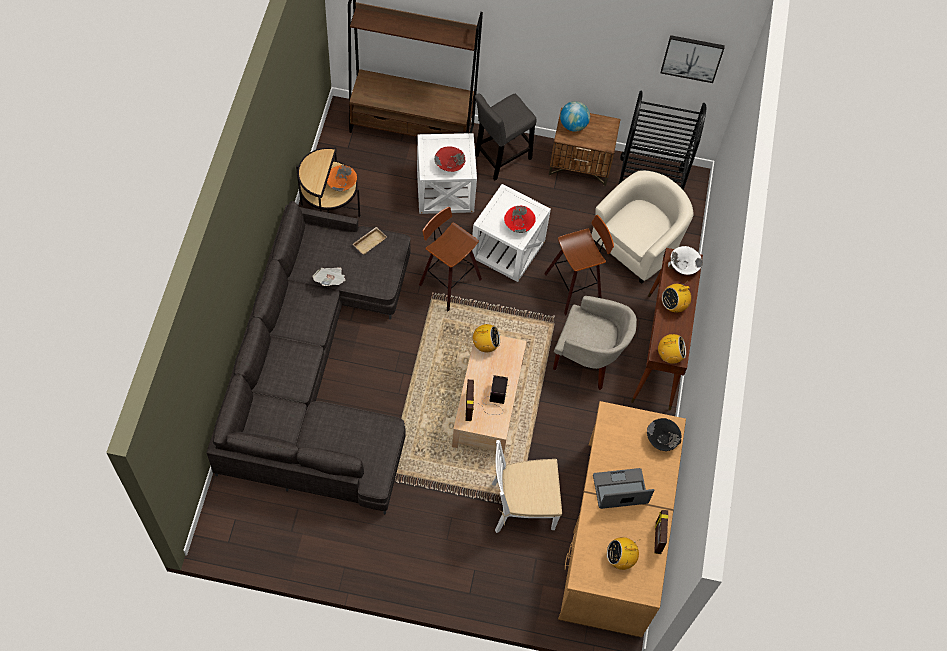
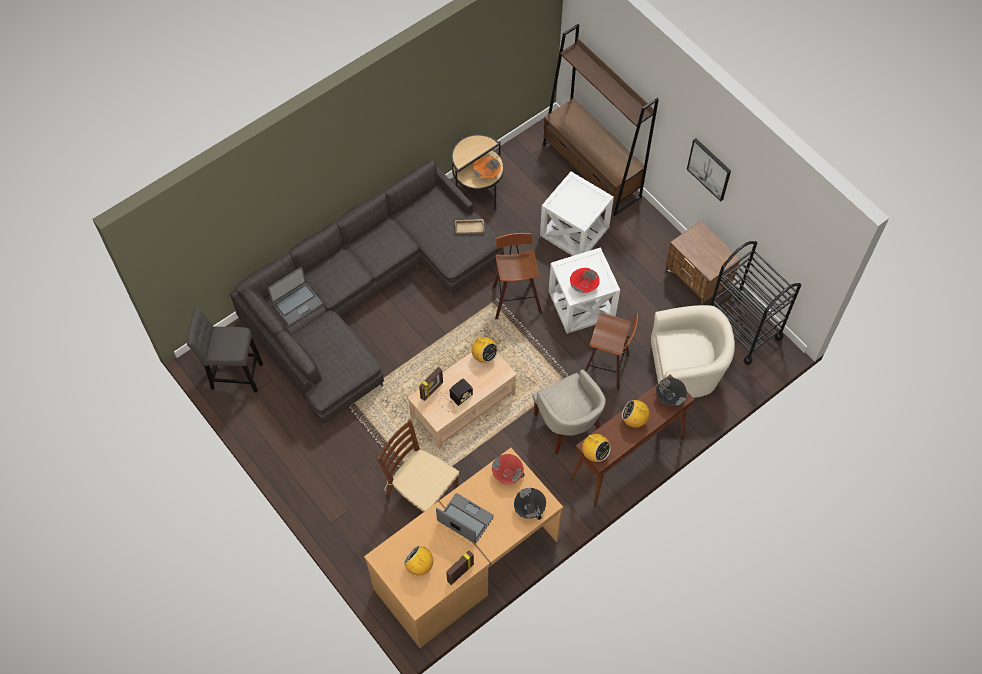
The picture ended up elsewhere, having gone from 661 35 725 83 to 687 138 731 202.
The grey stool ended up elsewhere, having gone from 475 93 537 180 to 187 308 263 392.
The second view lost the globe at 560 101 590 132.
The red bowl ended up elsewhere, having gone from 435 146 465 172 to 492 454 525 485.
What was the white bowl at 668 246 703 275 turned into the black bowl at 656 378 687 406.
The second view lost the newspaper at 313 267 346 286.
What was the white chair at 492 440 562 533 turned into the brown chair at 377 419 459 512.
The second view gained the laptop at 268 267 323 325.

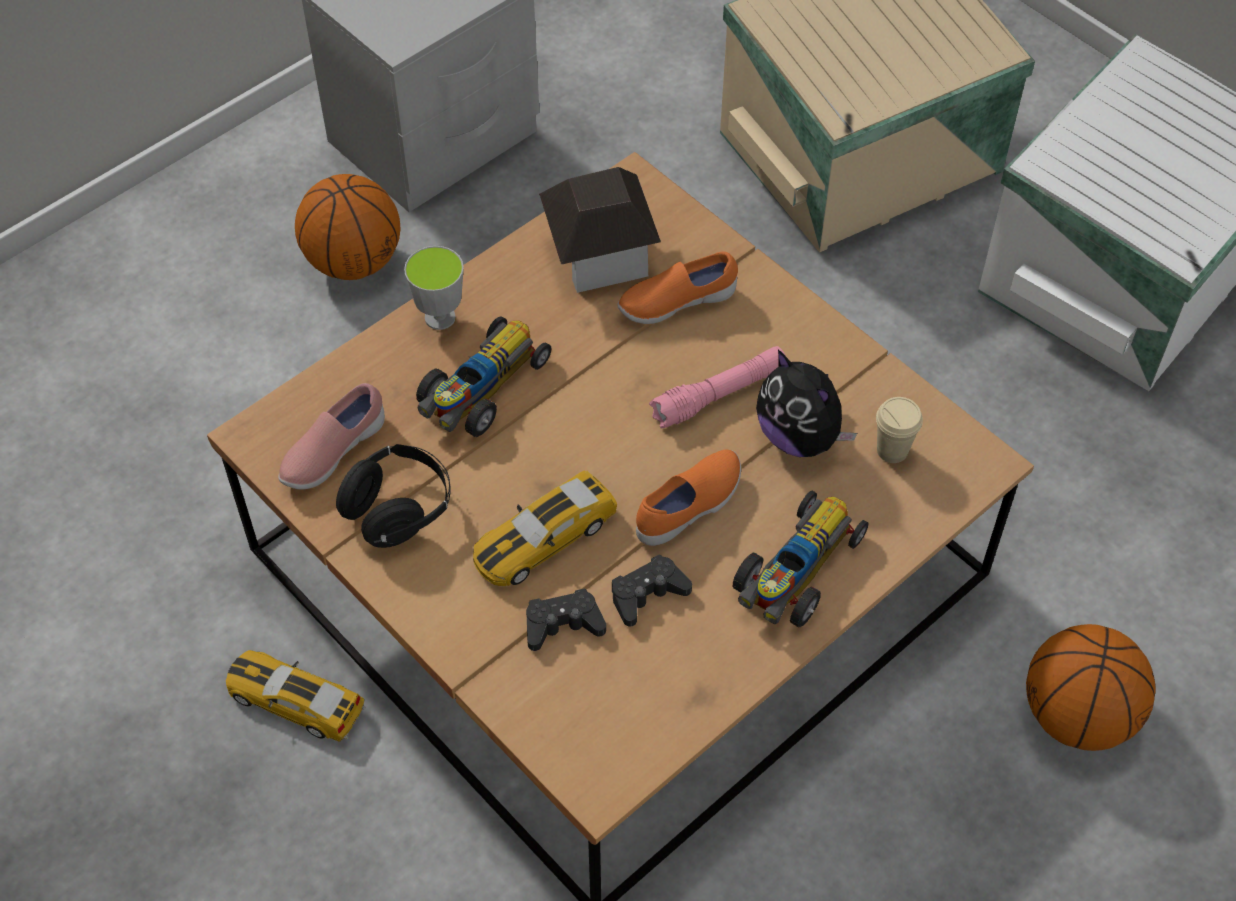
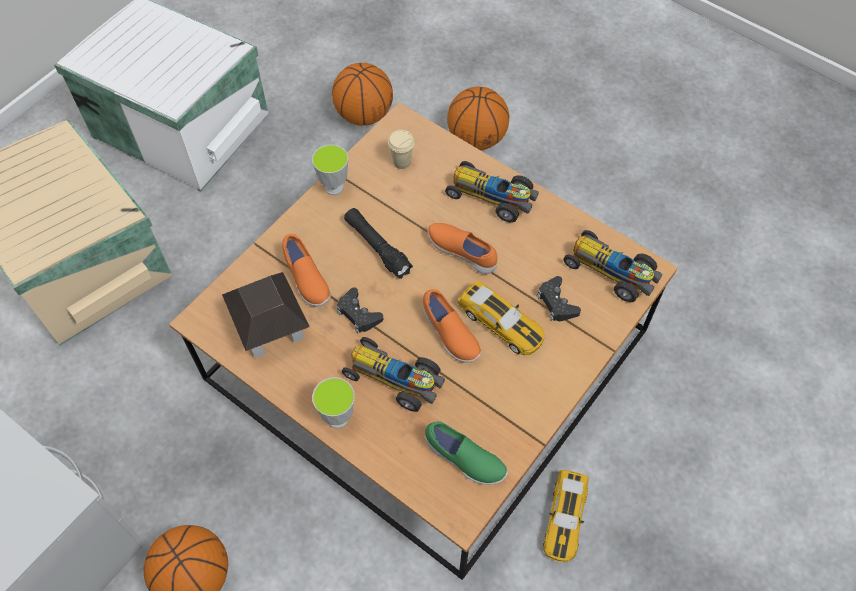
What was the pink flashlight at 649 346 786 429 turned into the black flashlight at 344 208 413 279.
The second view lost the plush toy at 756 350 857 457.
What was the pink shoe at 278 383 385 490 turned into the green shoe at 425 421 508 485.
The second view lost the black headphones at 336 444 451 548.
The black game controller ended up elsewhere, having gone from 612 554 692 626 to 337 287 383 333.
The second view gained the basketball at 332 63 393 126.
The second view gained the cup at 312 144 348 195.
The second view gained the toy car at 563 230 662 302.
The second view gained the orange shoe at 423 289 481 363.

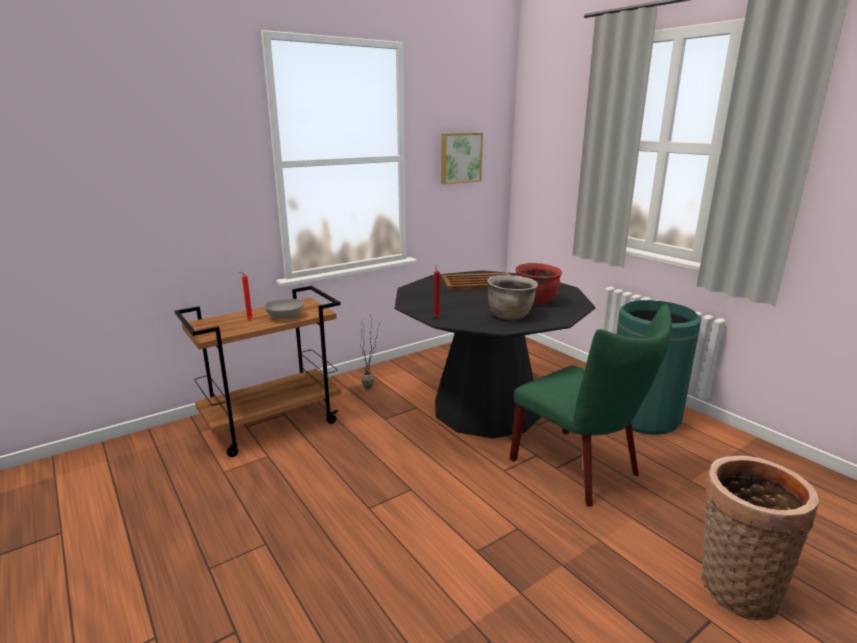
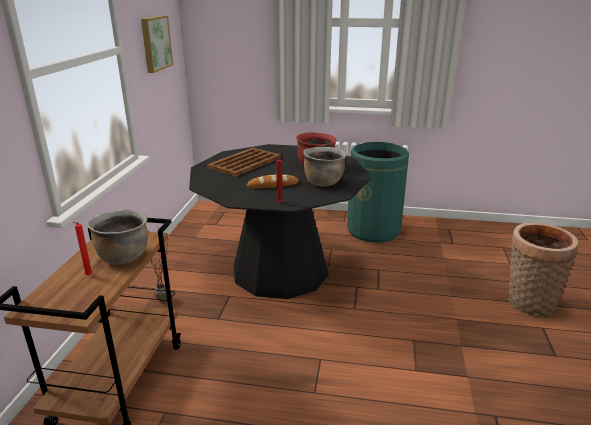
Where the grey bowl stood at 264 299 304 319, the brown cooking pot came to stand at 87 209 148 264.
The second view lost the green chair at 510 304 672 507.
The second view gained the bread at 247 174 299 188.

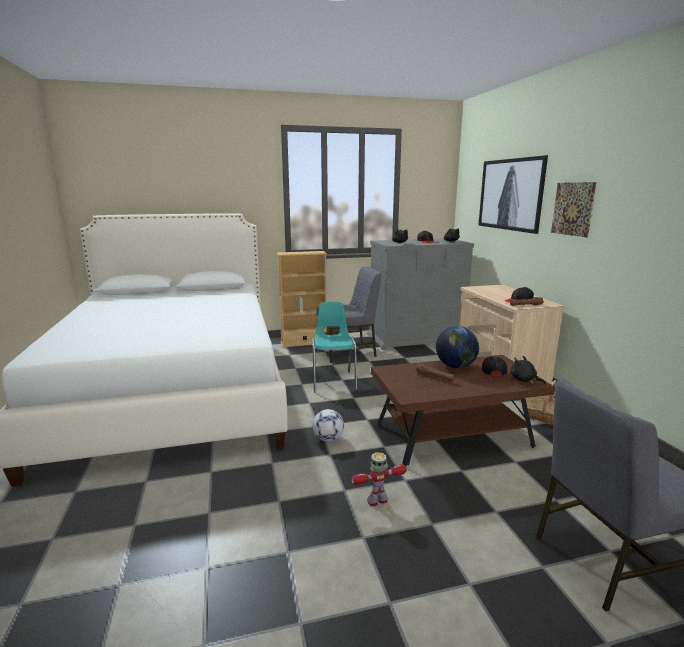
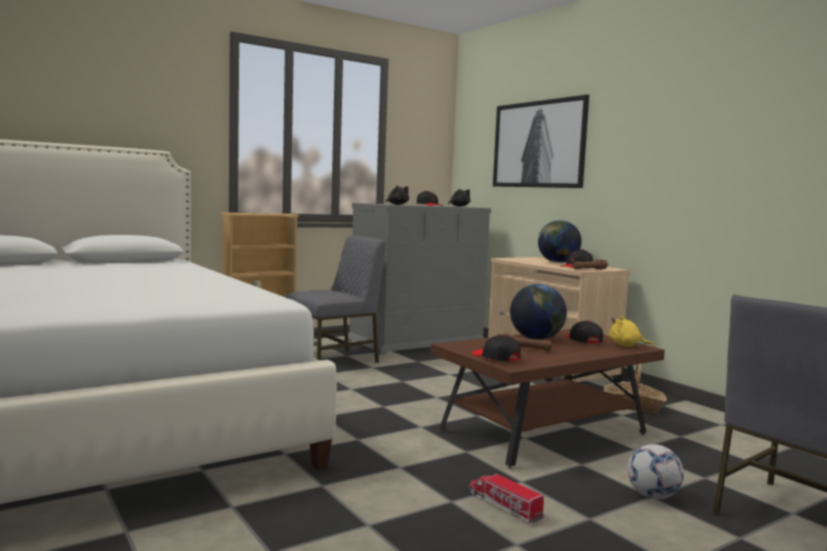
The second view lost the picture at 551 182 597 237.
The second view lost the turquoise chair at 312 302 358 393.
What was the black plush toy at 511 356 546 384 turned into the yellow plush toy at 609 316 655 348.
The football ended up elsewhere, having gone from 312 409 344 442 to 627 444 684 499.
Where the toy robot stood at 352 453 407 506, the toy truck came to stand at 469 473 544 523.
The second view gained the globe at 538 220 582 263.
The second view gained the black cap at 472 335 521 362.

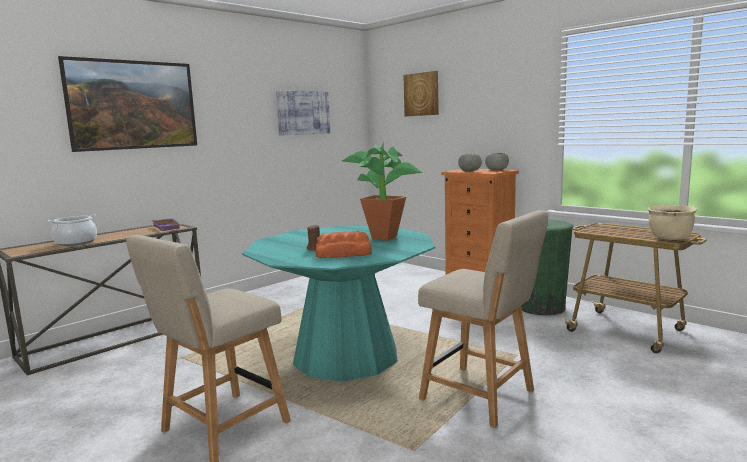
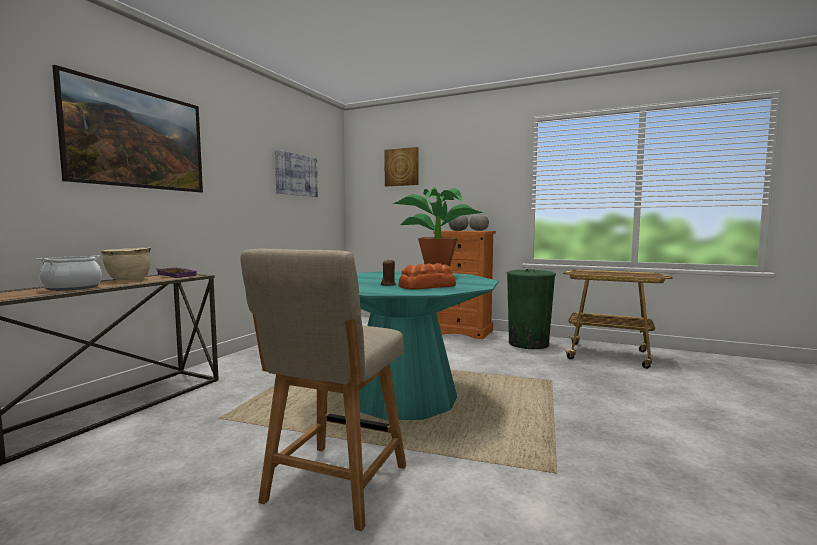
The beige cooking pot ended up elsewhere, having gone from 648 205 697 240 to 101 247 151 280.
The second view lost the beige chair at 418 210 549 428.

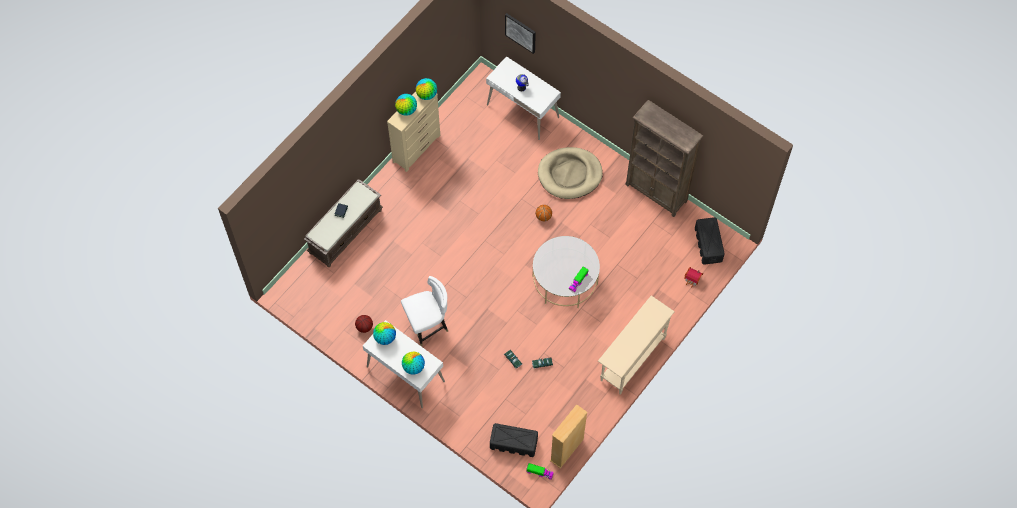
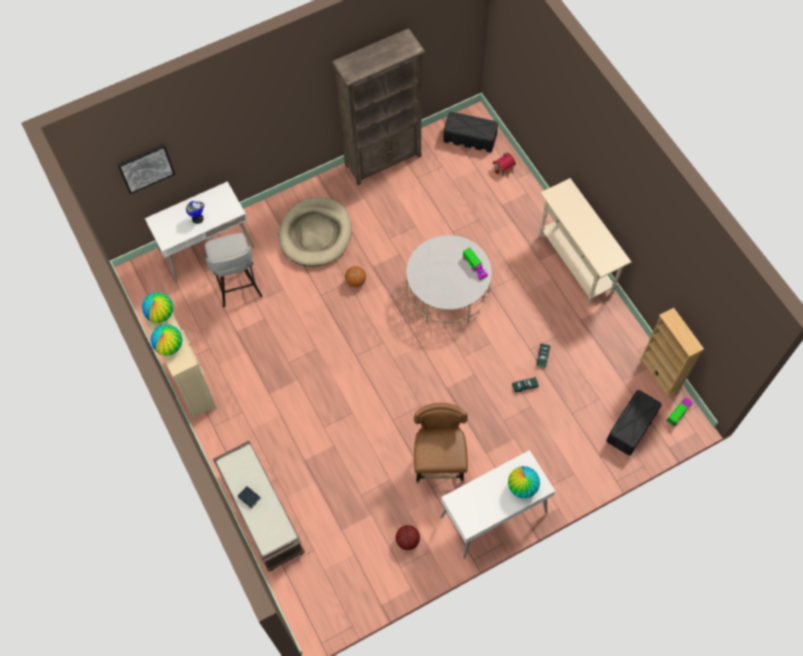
What was the white chair at 401 276 448 346 turned into the brown chair at 414 403 468 483.
The second view lost the globe at 373 322 396 345.
The second view gained the grey stool at 205 233 262 307.

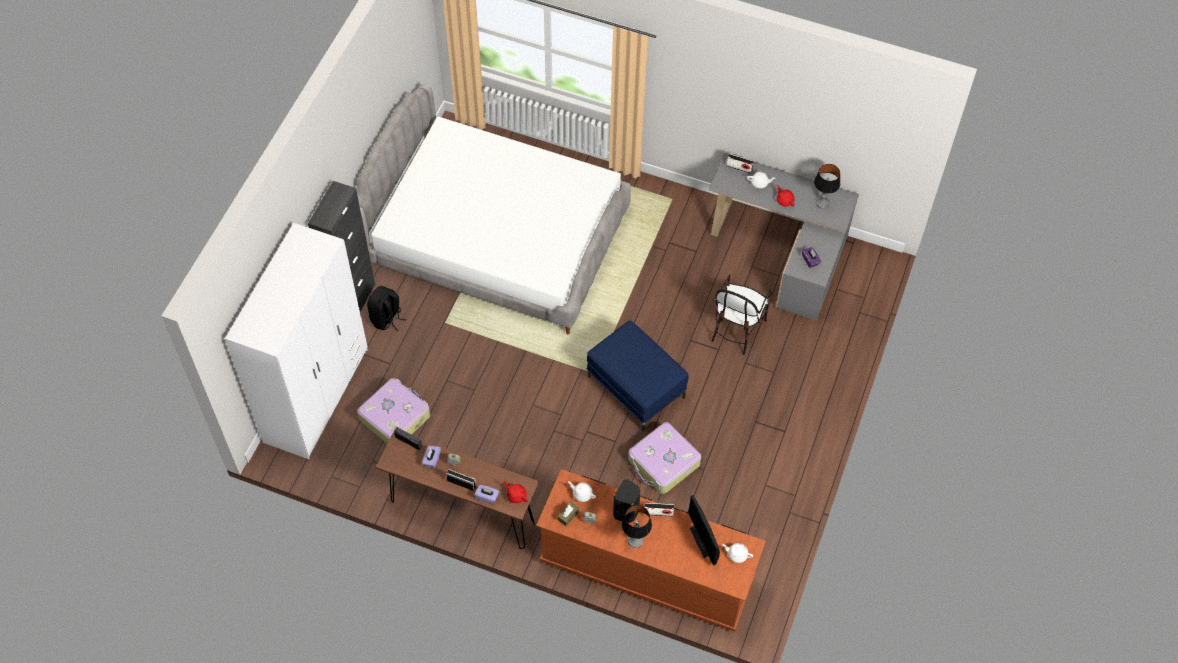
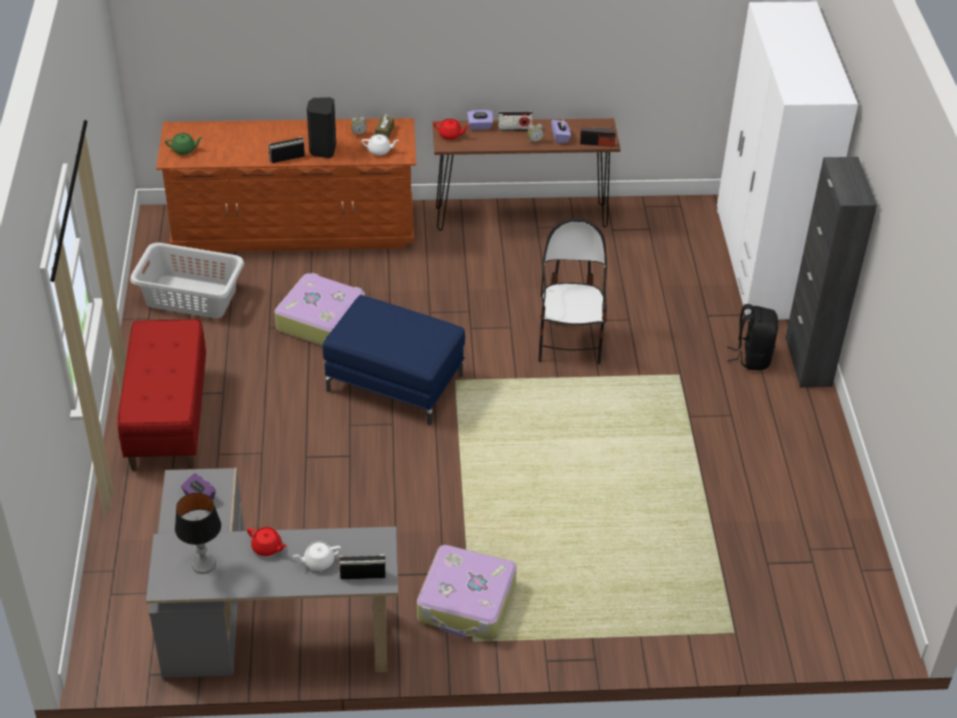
The second view lost the bed at 356 85 631 334.
The chair ended up elsewhere, having gone from 711 274 772 355 to 539 218 607 364.
The suitcase ended up elsewhere, having gone from 357 378 430 444 to 417 545 517 640.
The second view lost the monitor at 688 495 720 566.
The second view lost the table lamp at 622 505 652 548.
What was the white teapot at 722 543 753 563 turned into the green teapot at 165 133 203 155.
The second view gained the grey laundry basket at 130 243 244 318.
The second view gained the red bench at 118 319 206 471.

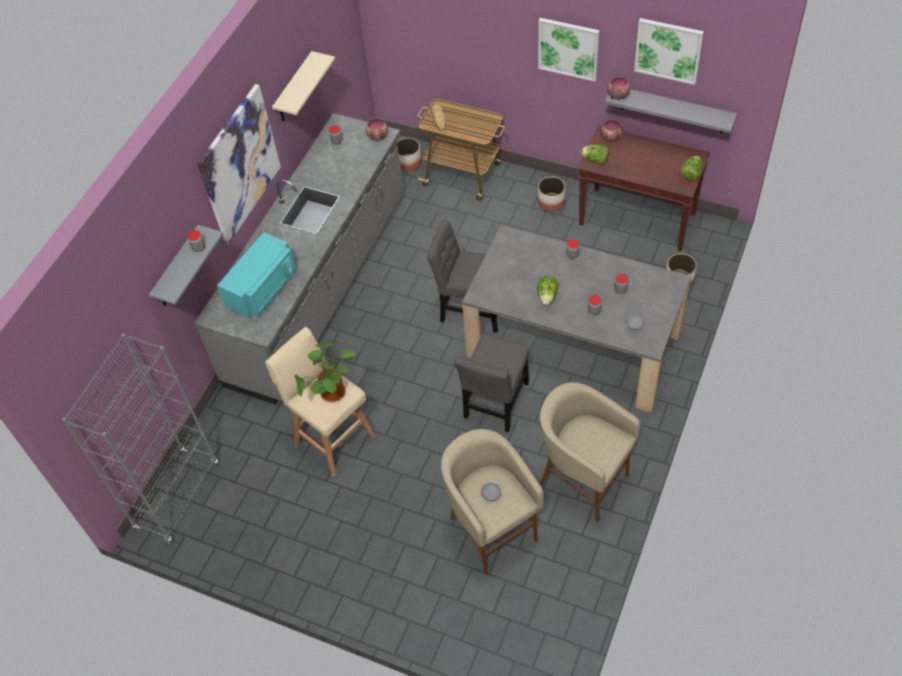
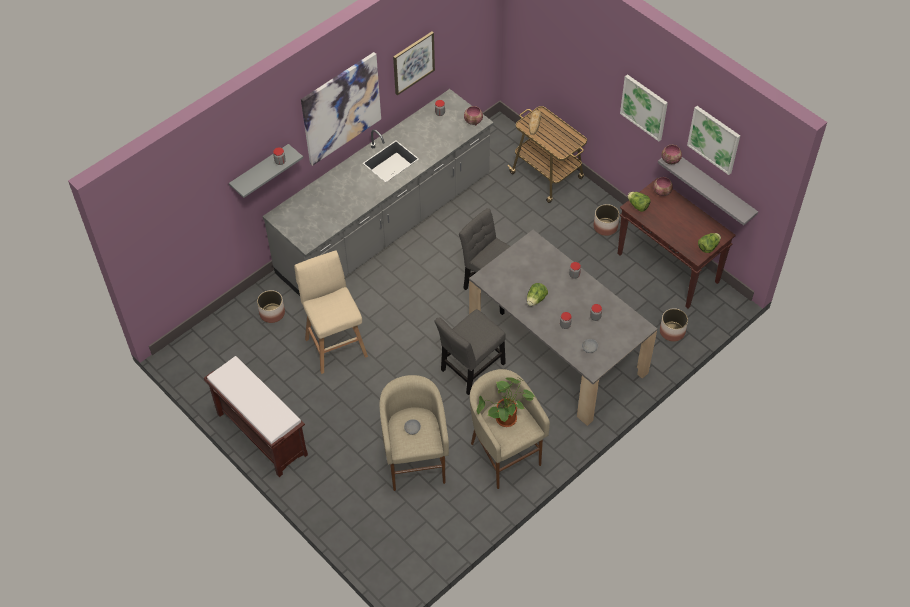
Where the beige shelf hung at 272 51 335 122, the picture came to hang at 393 31 435 95.
The planter ended up elsewhere, having gone from 397 138 422 172 to 257 290 285 323.
The second view lost the turquoise microwave at 217 232 297 319.
The second view lost the grey bookcase at 62 333 218 544.
The potted plant ended up elsewhere, having gone from 294 340 356 402 to 477 377 535 427.
The second view gained the brown bench at 204 356 308 477.

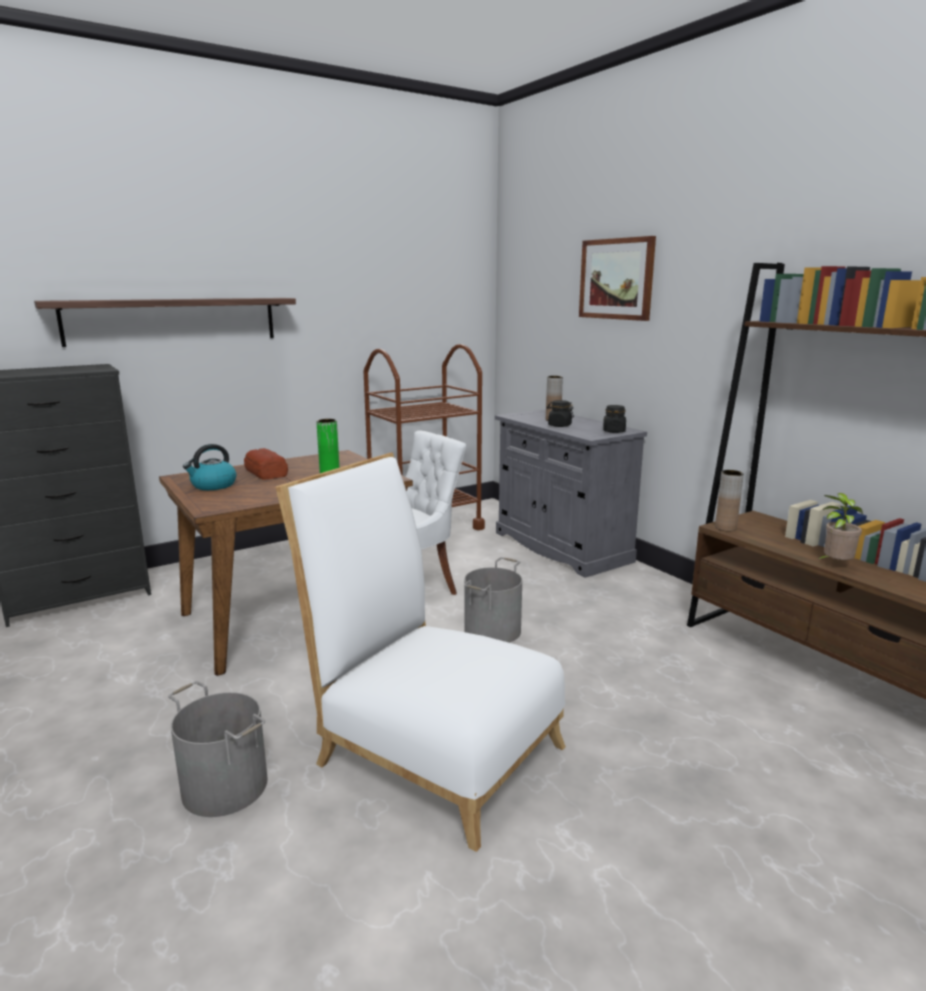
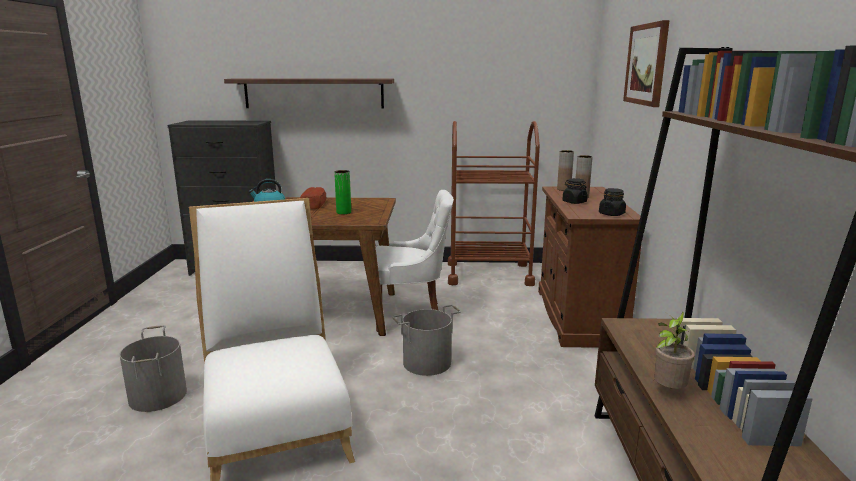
What was the grey cabinet at 495 409 647 578 turned into the brown cabinet at 538 187 642 348.
The brown vase ended up elsewhere, having gone from 715 470 744 531 to 557 150 574 191.

